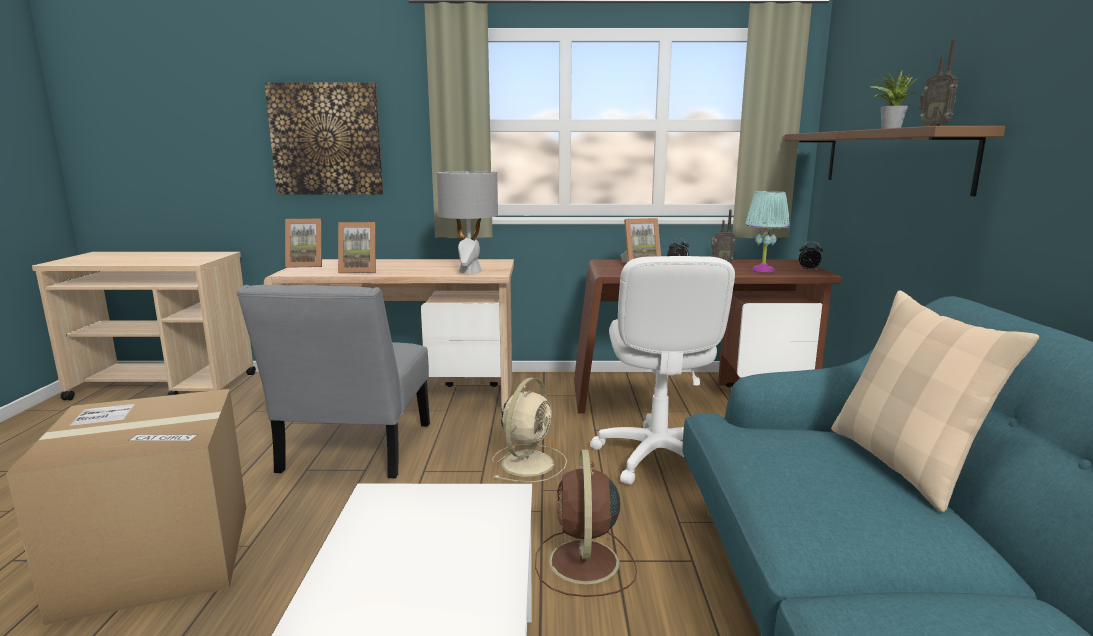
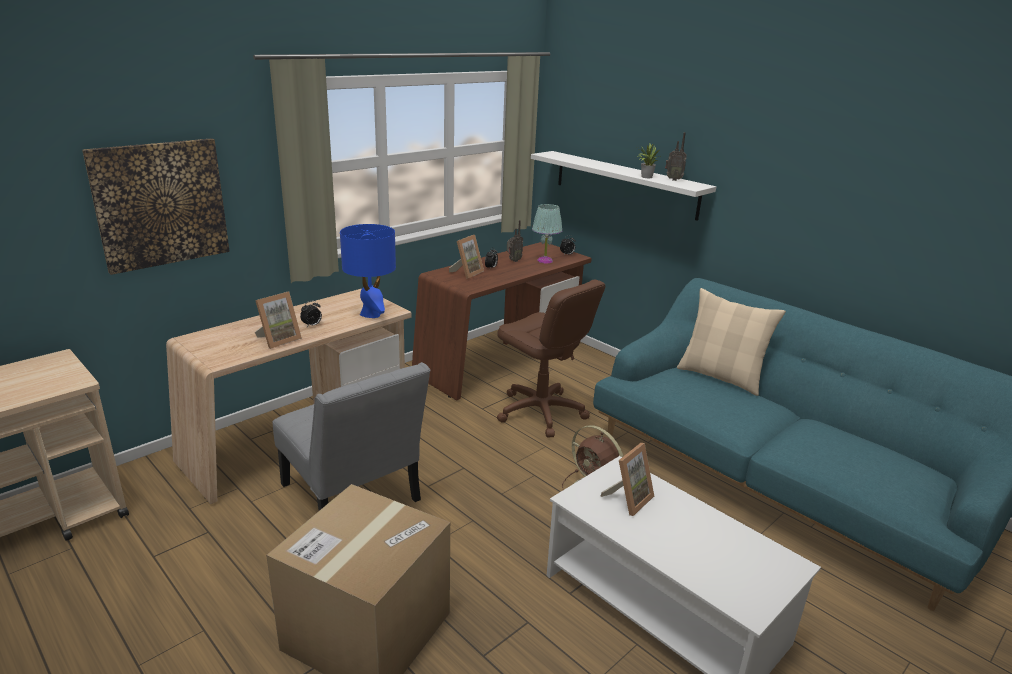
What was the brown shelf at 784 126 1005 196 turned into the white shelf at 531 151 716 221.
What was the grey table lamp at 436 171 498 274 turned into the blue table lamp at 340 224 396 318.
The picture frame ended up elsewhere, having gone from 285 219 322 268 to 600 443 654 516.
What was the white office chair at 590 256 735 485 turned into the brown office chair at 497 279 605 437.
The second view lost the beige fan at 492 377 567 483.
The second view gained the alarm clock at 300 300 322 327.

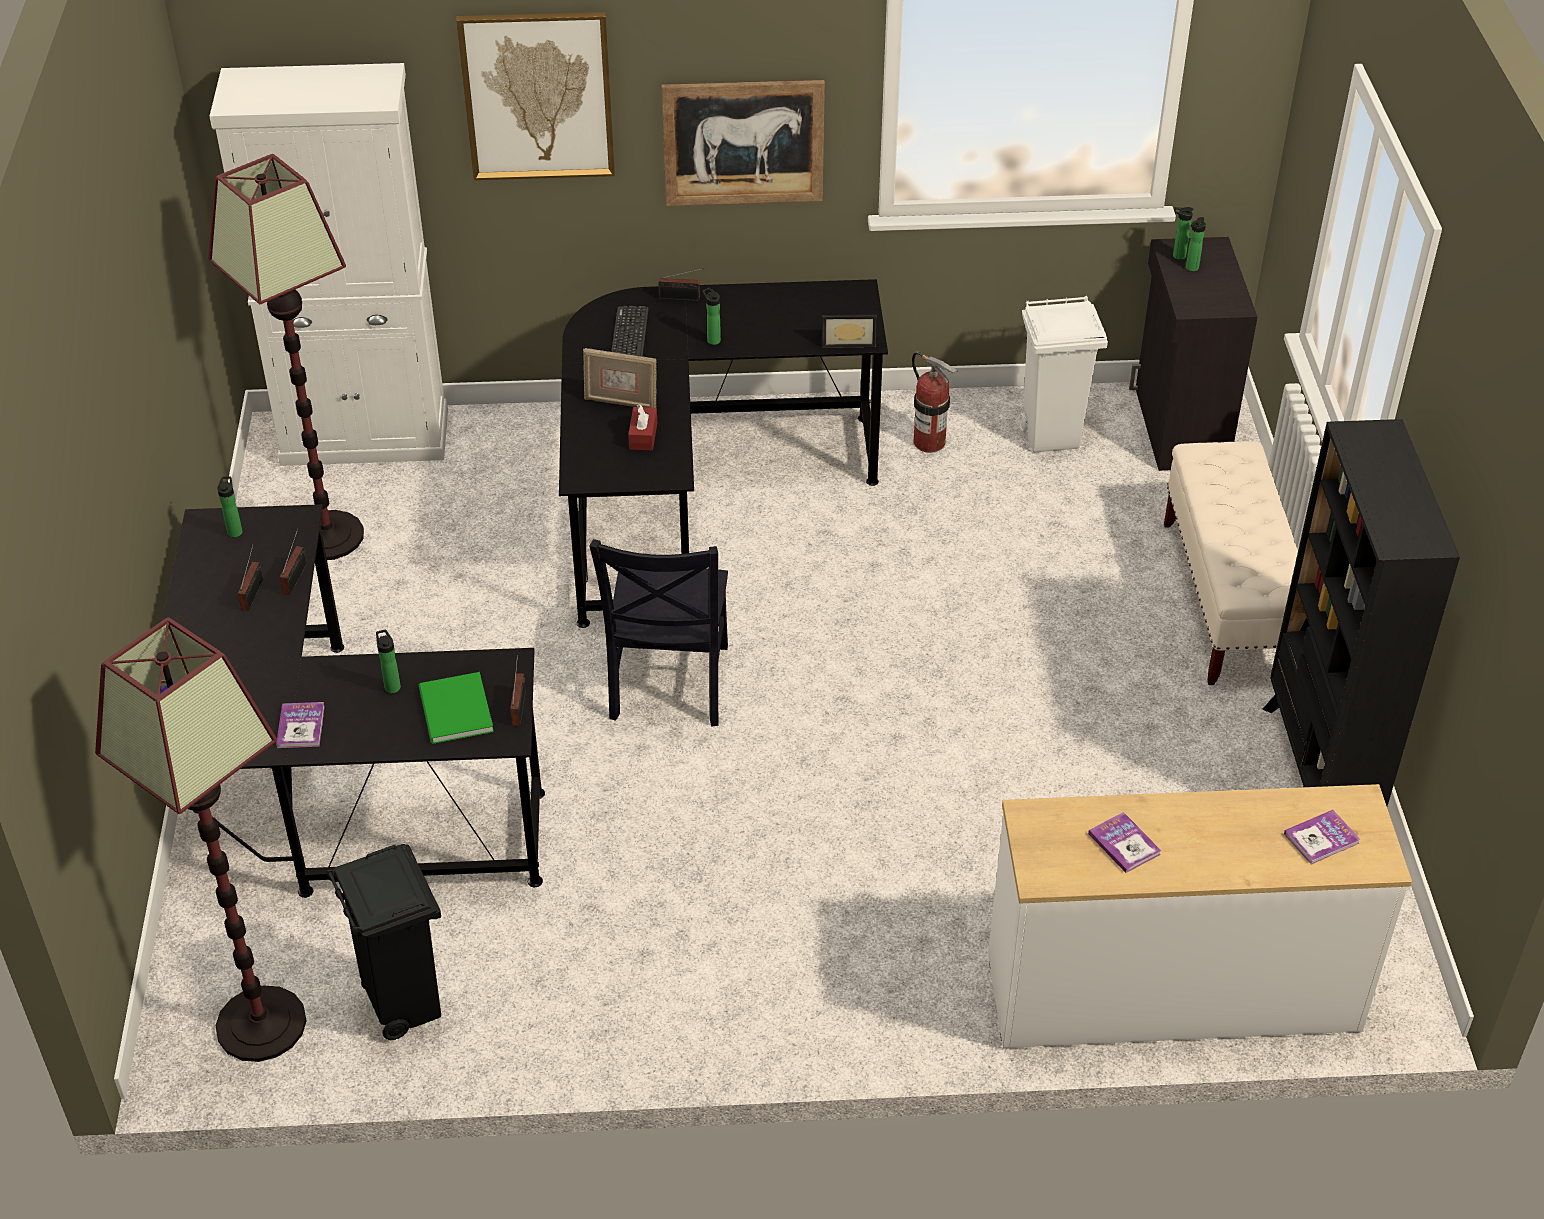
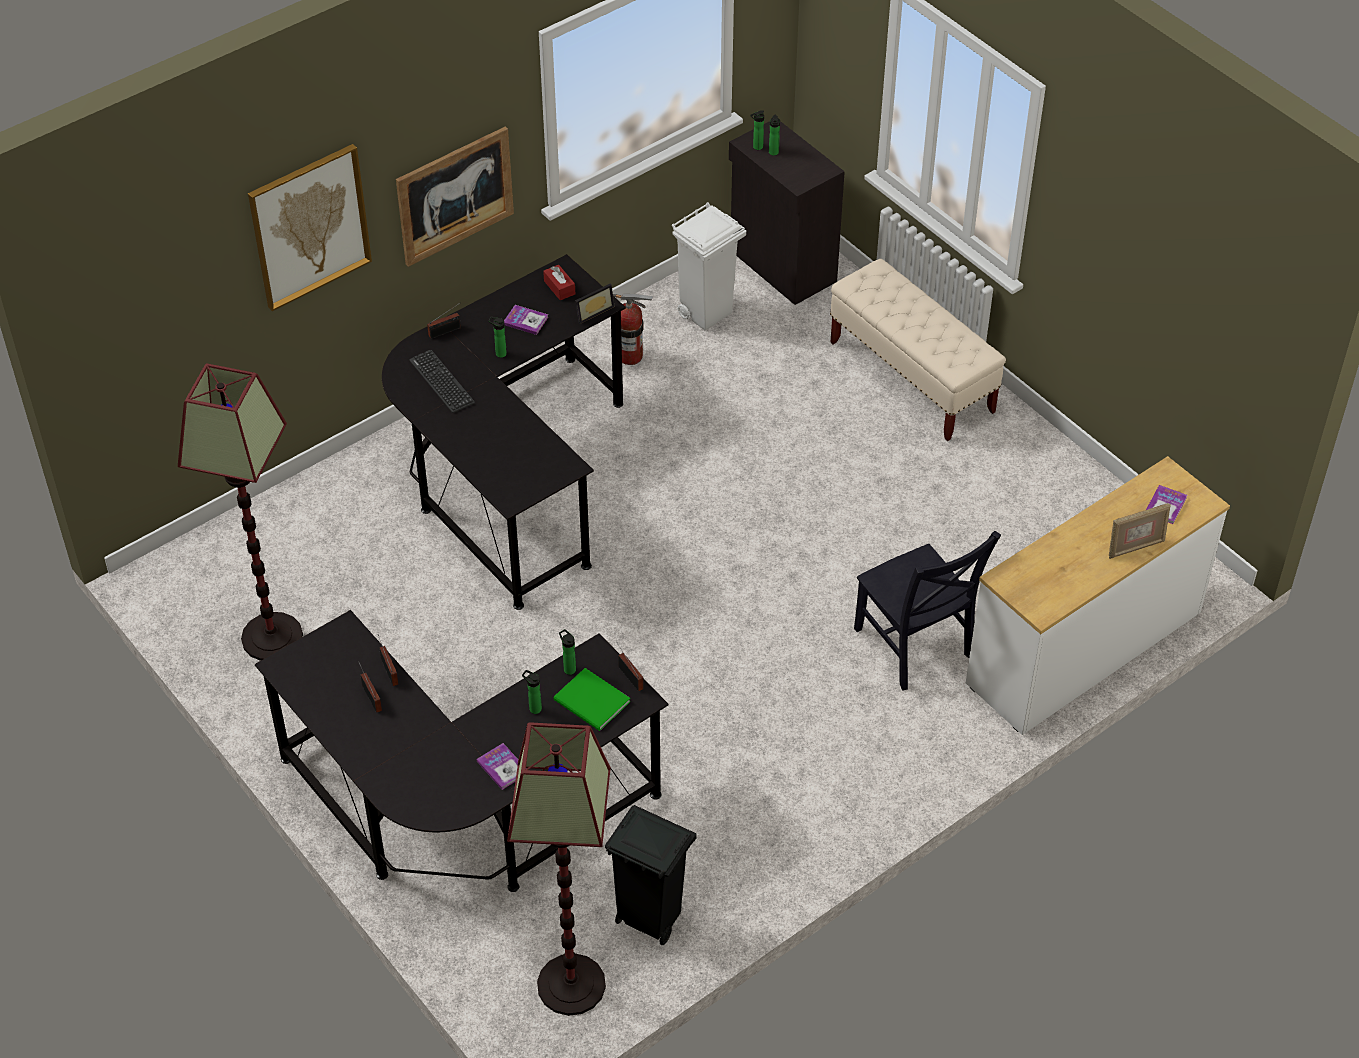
The second view lost the white cabinet at 209 63 448 466.
The picture frame ended up elsewhere, having gone from 583 348 657 408 to 1109 503 1171 559.
The red tissue box ended up elsewhere, having gone from 628 404 657 450 to 543 265 575 300.
The second view lost the black bookcase at 1263 419 1460 806.
The bottle ended up elsewhere, having gone from 217 476 242 538 to 559 629 576 675.
The black chair ended up elsewhere, having gone from 589 539 728 727 to 854 531 1001 691.
The book ended up elsewhere, having gone from 1088 812 1162 873 to 504 305 548 335.

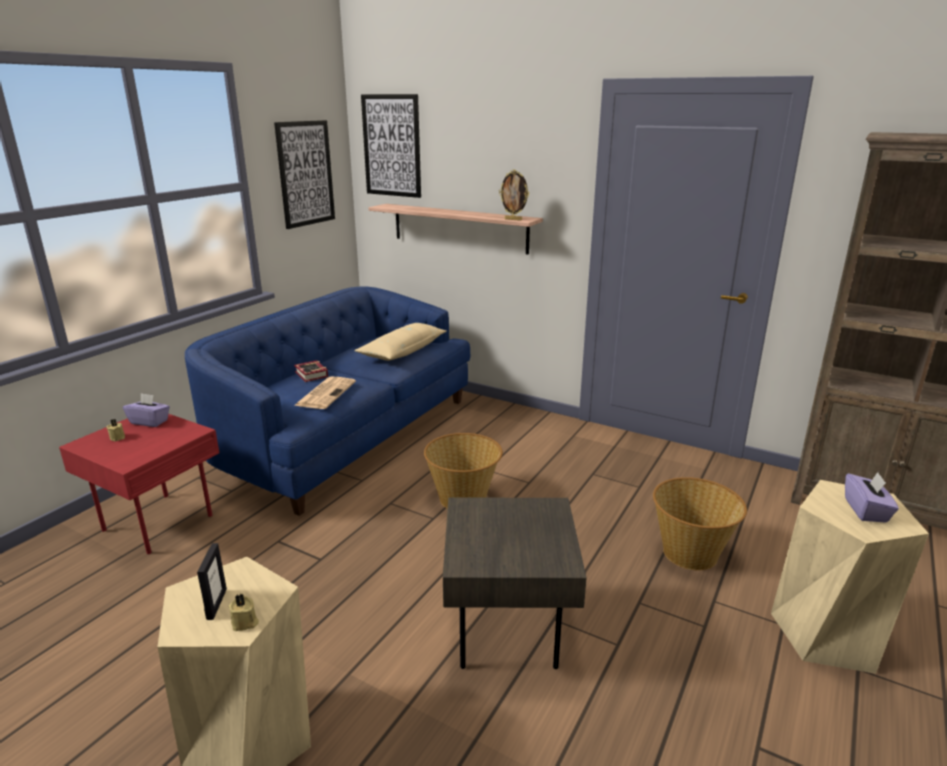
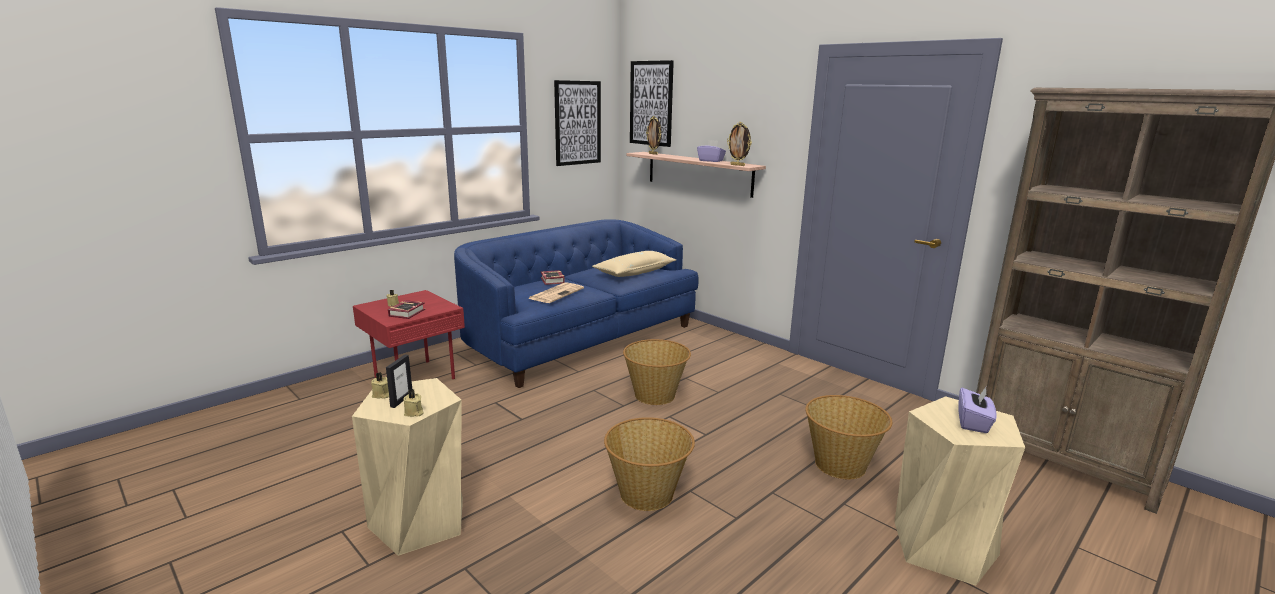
The purple tissue box ended up elsewhere, having gone from 123 393 170 427 to 697 140 726 162.
Where the grey side table stood at 443 497 587 669, the basket came to stand at 604 417 695 511.
The second view gained the picture frame at 646 116 661 155.
The second view gained the book at 388 300 426 319.
The second view gained the beige candle at 371 372 389 399.

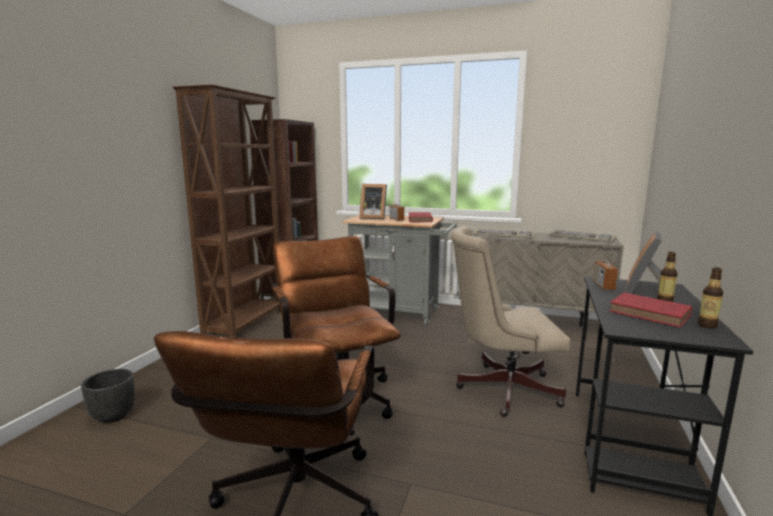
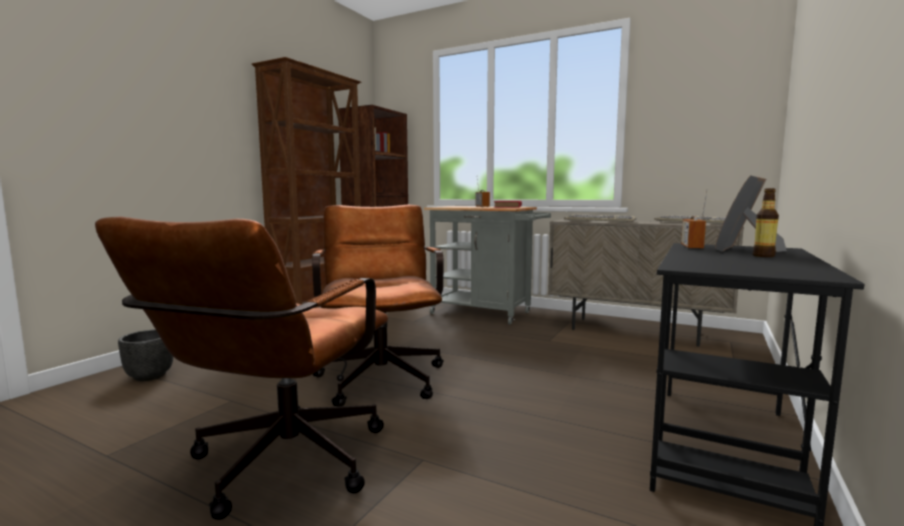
The second view lost the picture frame at 360 184 387 219.
The second view lost the beige office chair at 451 226 570 417.
The second view lost the bottle at 697 267 723 329.
The second view lost the red book at 609 293 692 328.

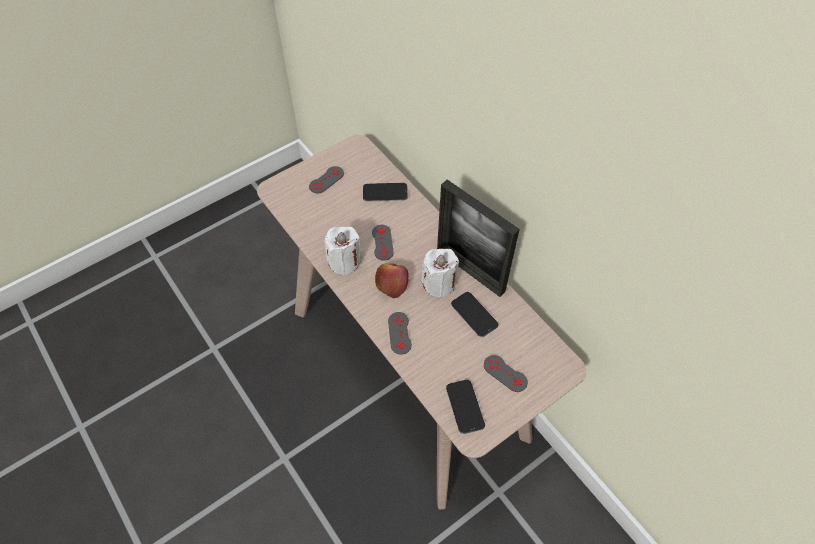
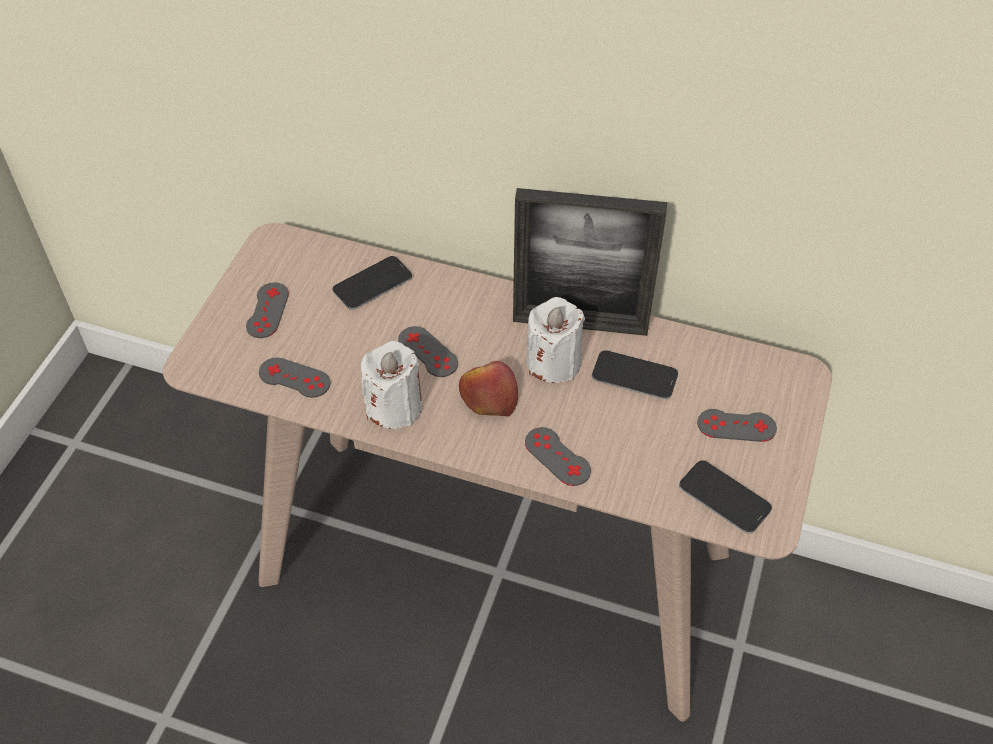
The second view gained the grey game controller at 259 358 331 398.

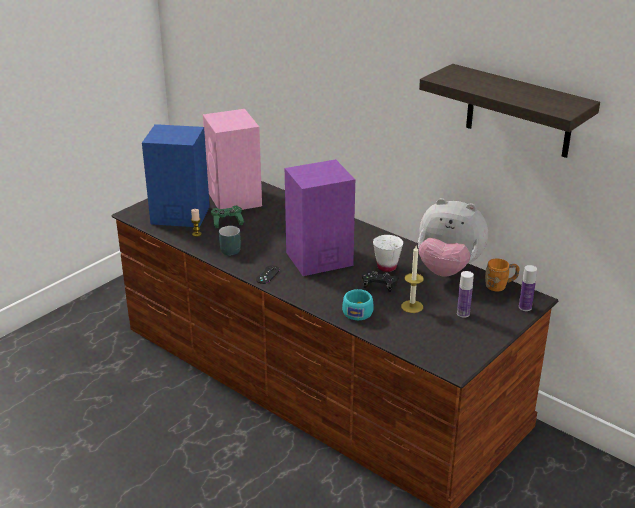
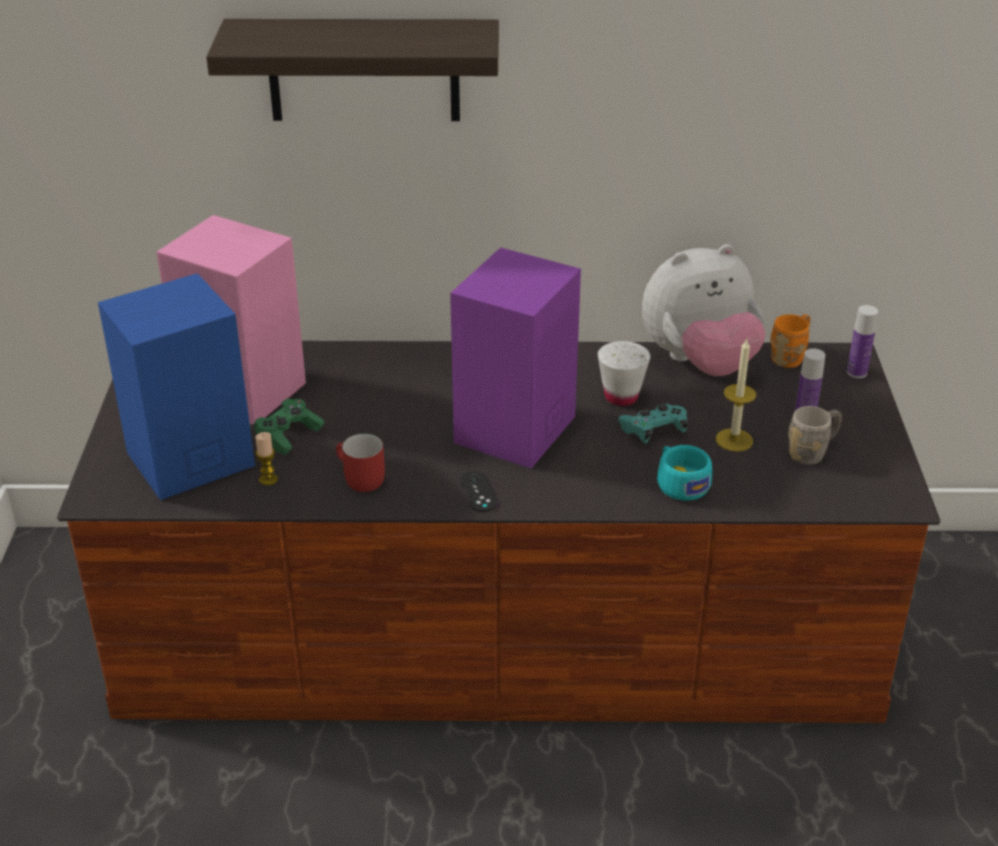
The shelf ended up elsewhere, having gone from 419 64 600 158 to 206 19 499 121.
What was the turquoise mug at 219 226 241 255 turned into the red mug at 336 434 385 492.
What was the black game controller at 362 271 399 292 turned into the turquoise game controller at 618 404 688 443.
The second view gained the grey mug at 788 406 842 465.

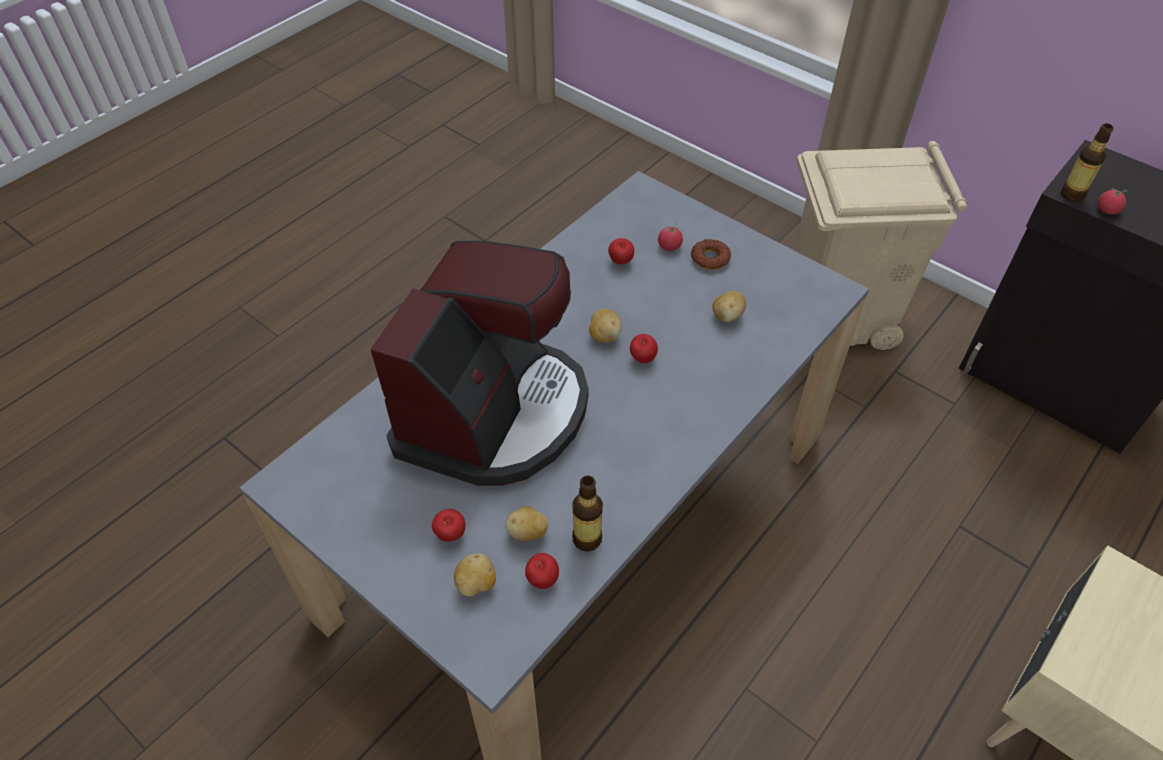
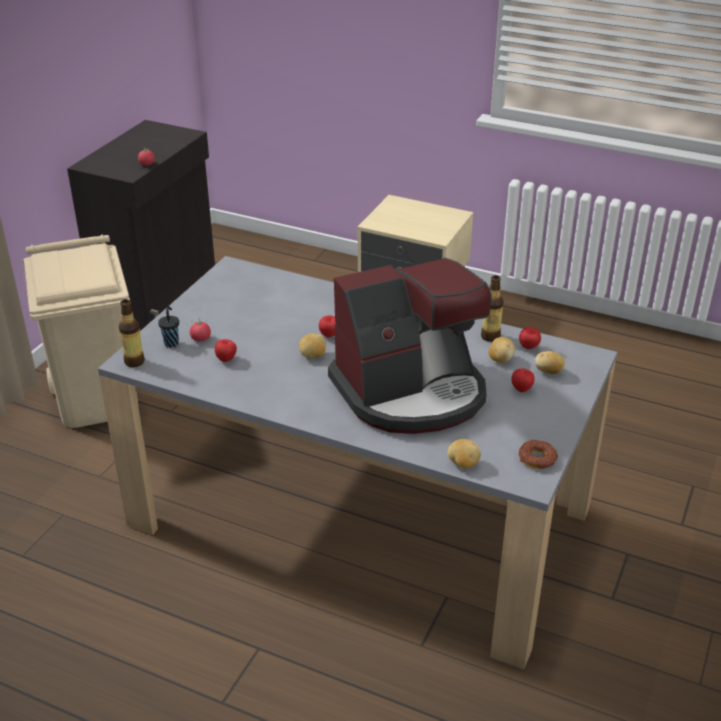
The bottle ended up elsewhere, having gone from 1061 124 1114 202 to 119 299 145 367.
The donut ended up elsewhere, having gone from 691 239 731 270 to 519 440 558 469.
The coffee machine at 370 241 588 486 ended up facing another way, 150 degrees clockwise from before.
The potato ended up elsewhere, having gone from 712 291 746 322 to 448 439 481 469.
The second view gained the black cup at 158 306 179 348.

